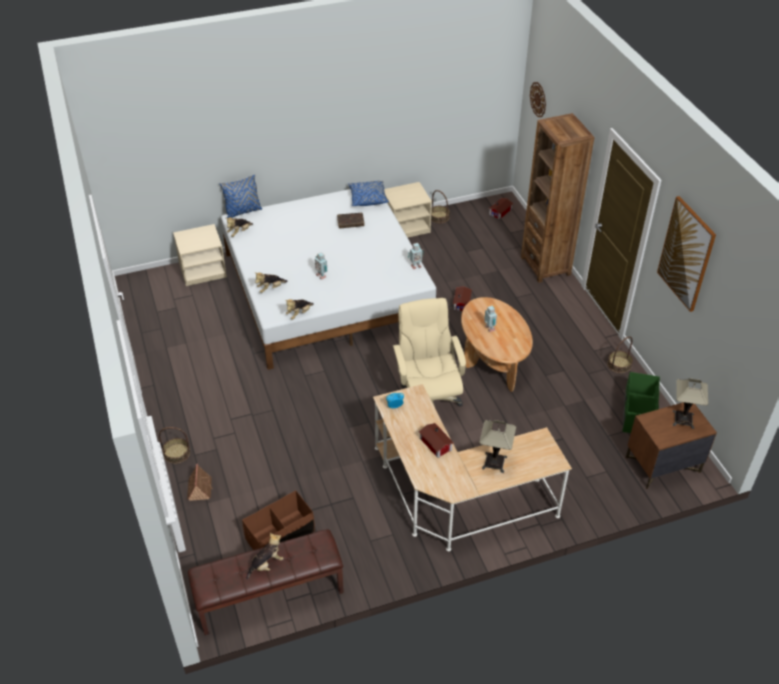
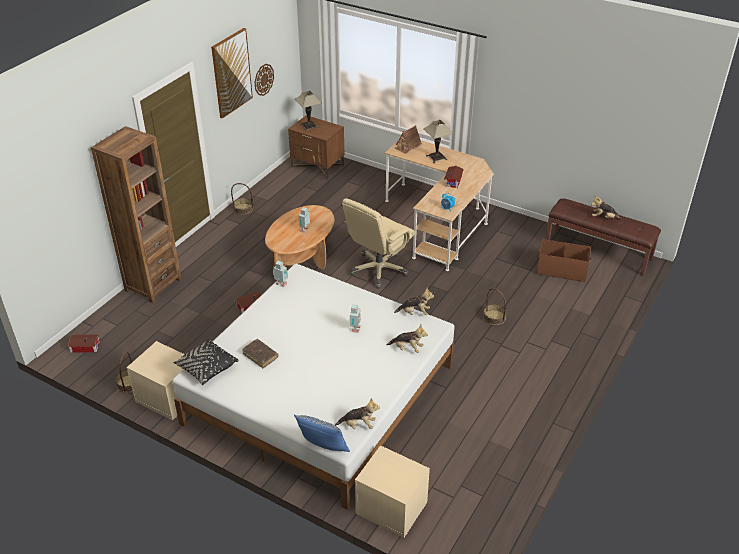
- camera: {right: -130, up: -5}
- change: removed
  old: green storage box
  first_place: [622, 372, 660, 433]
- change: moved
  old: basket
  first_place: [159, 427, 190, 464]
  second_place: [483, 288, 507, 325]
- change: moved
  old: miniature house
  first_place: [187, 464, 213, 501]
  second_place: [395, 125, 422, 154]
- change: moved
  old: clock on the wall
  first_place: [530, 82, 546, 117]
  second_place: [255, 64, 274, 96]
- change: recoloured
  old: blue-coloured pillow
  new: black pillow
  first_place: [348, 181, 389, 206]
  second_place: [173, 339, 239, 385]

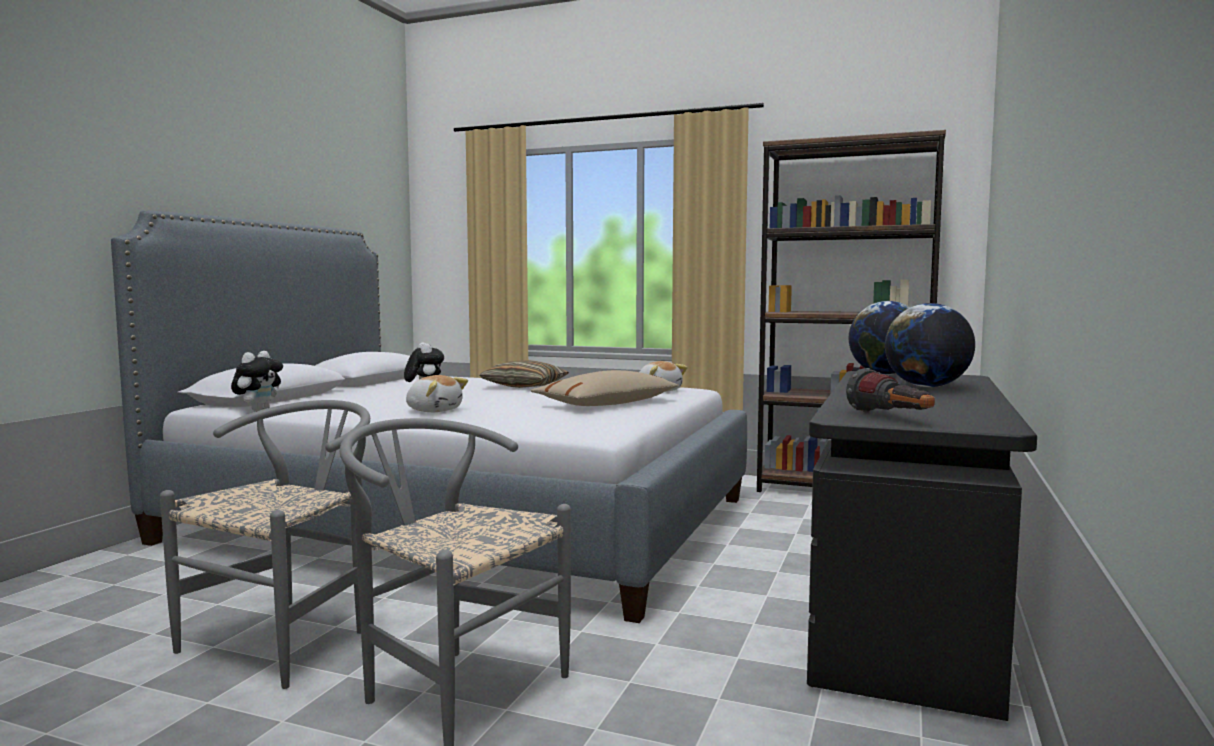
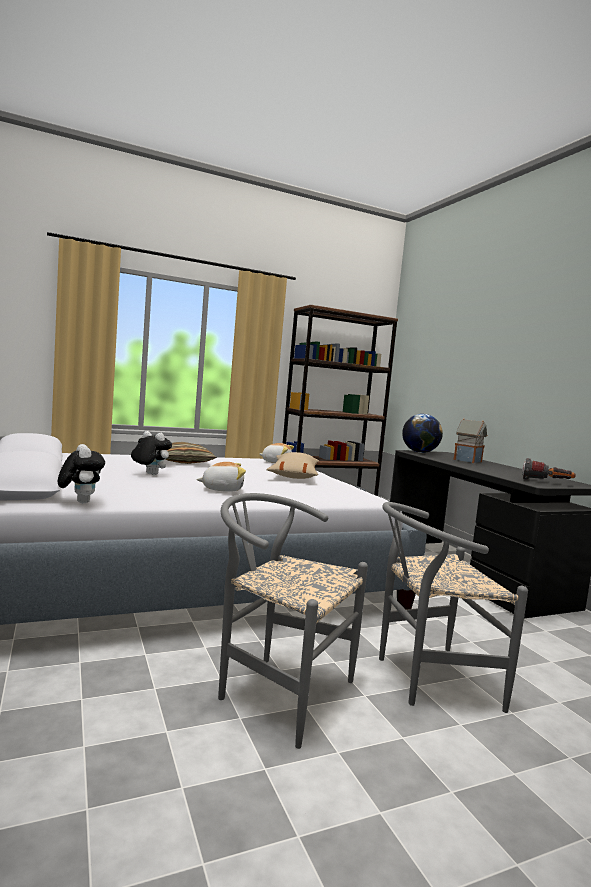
- camera: {right: -45, up: 0}
- change: replaced
  old: globe
  new: miniature house
  first_place: [885, 303, 975, 387]
  second_place: [454, 419, 487, 463]
- change: turned
  old: grey upright chair
  first_place: [160, 400, 370, 689]
  second_place: [218, 493, 368, 749]
  degrees: -45

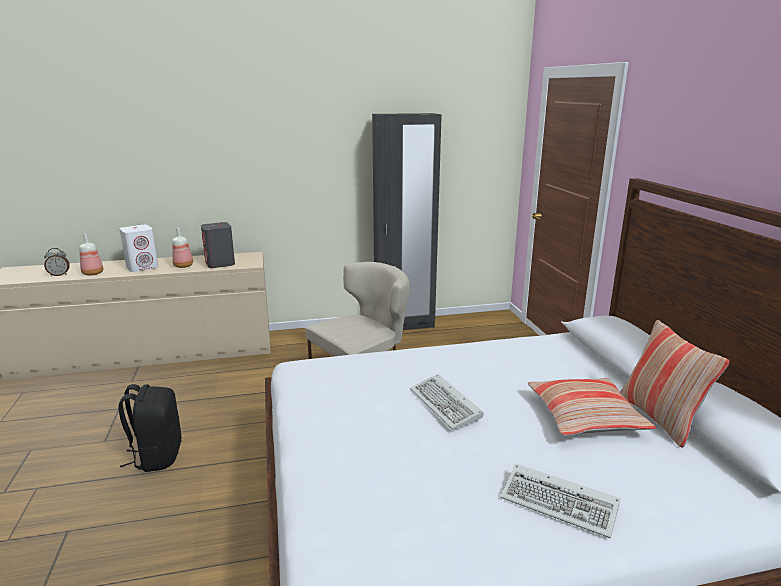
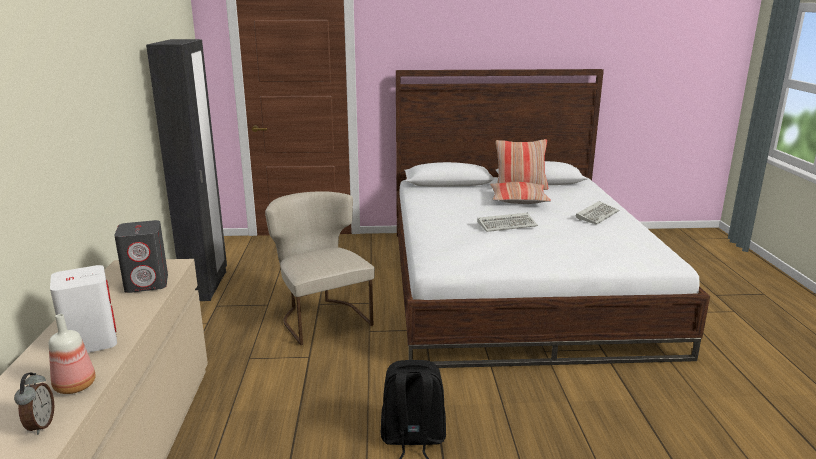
- camera: {right: -80, up: 0}
- change: removed
  old: beverage bottle
  first_place: [172, 227, 193, 268]

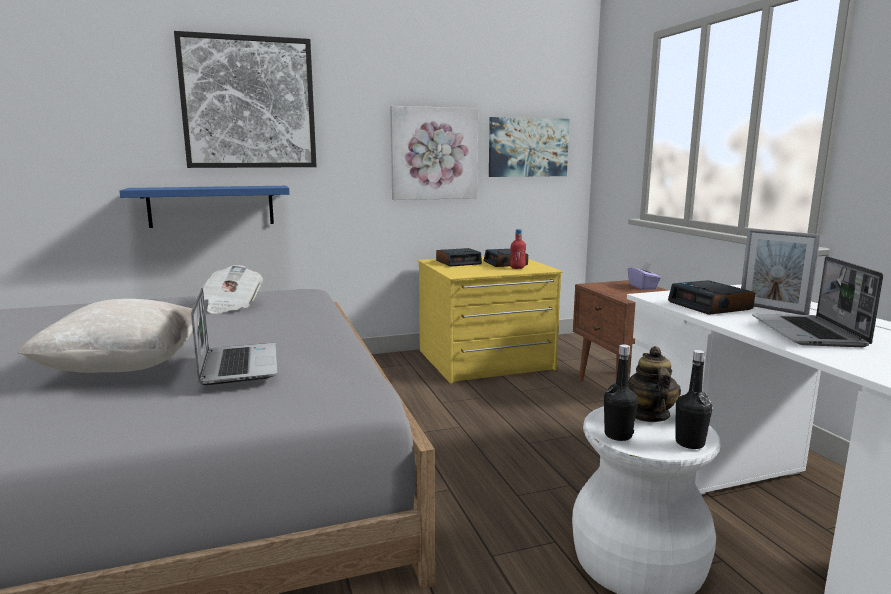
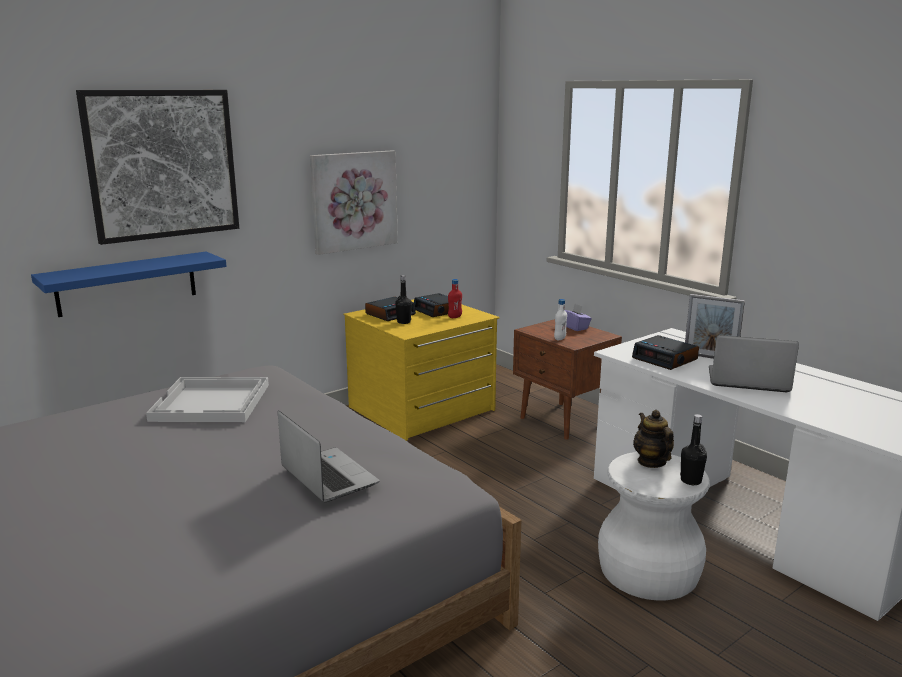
- camera: {right: -20, up: 5}
- change: removed
  old: sand-coloured pillow
  first_place: [17, 299, 193, 373]
- change: removed
  old: wall art
  first_place: [489, 117, 570, 177]
- change: added
  new: white beverage bottle
  second_place: [554, 299, 567, 340]
- change: moved
  old: black beverage bottle
  first_place: [604, 344, 638, 441]
  second_place: [395, 275, 412, 324]
- change: replaced
  old: printed paper
  new: white carrying tray
  first_place: [201, 265, 263, 314]
  second_place: [146, 377, 269, 422]
- change: turned
  old: portable computer
  first_place: [752, 256, 883, 347]
  second_place: [709, 335, 799, 392]
  degrees: 120

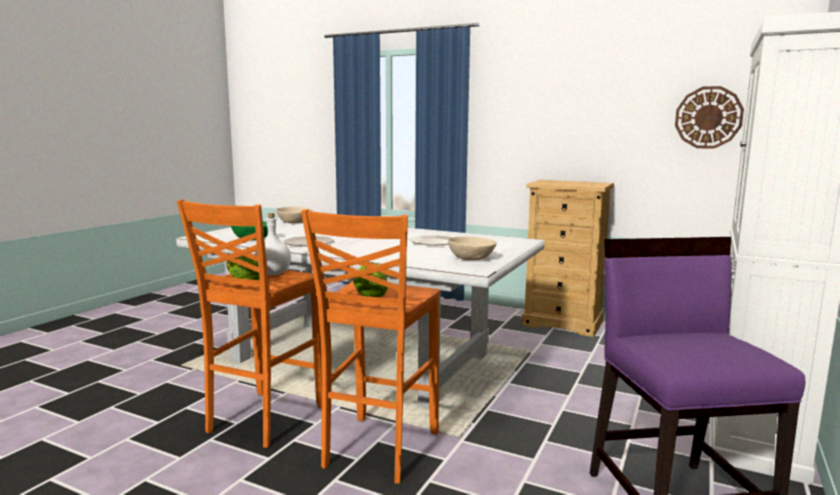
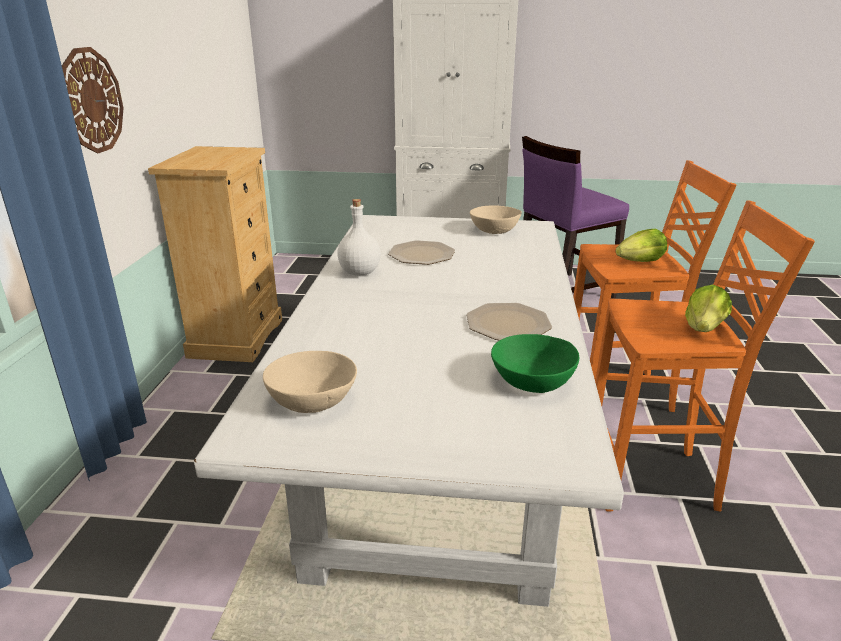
- camera: {right: -110, up: 15}
- change: moved
  old: white beverage bottle
  first_place: [255, 213, 291, 275]
  second_place: [337, 199, 381, 275]
- change: moved
  old: clock on the wall
  first_place: [675, 86, 744, 149]
  second_place: [62, 47, 123, 153]

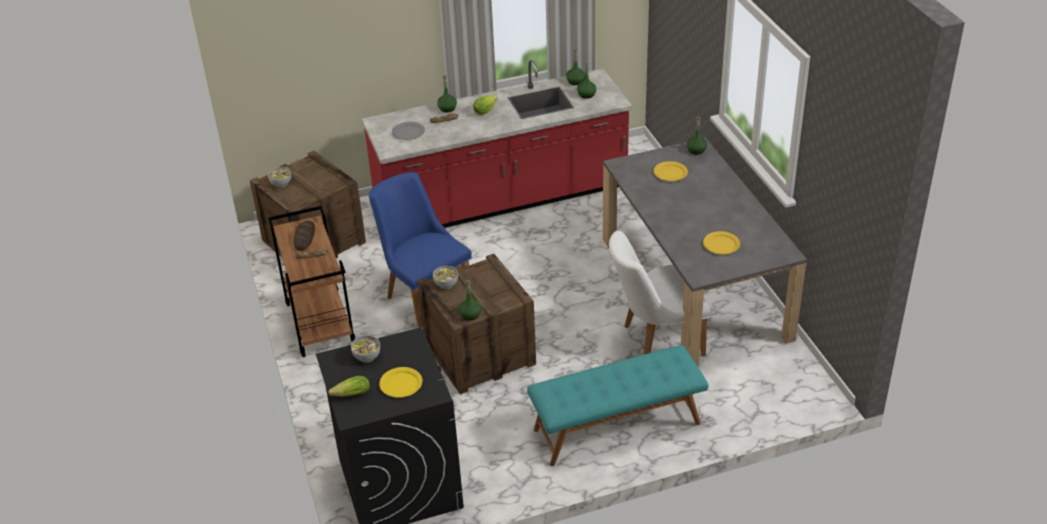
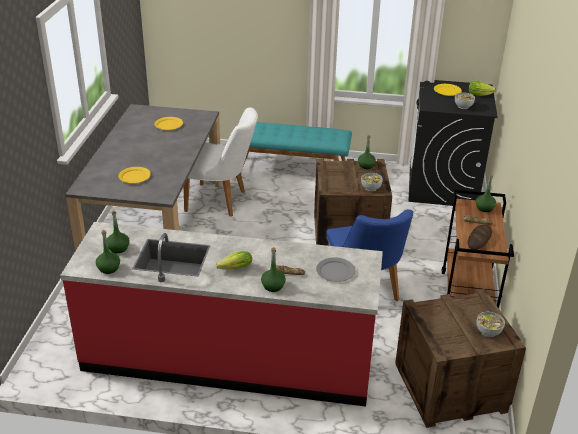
- camera: {right: -155, up: -5}
- change: moved
  old: green beverage bottle
  first_place: [686, 117, 707, 155]
  second_place: [476, 175, 496, 212]

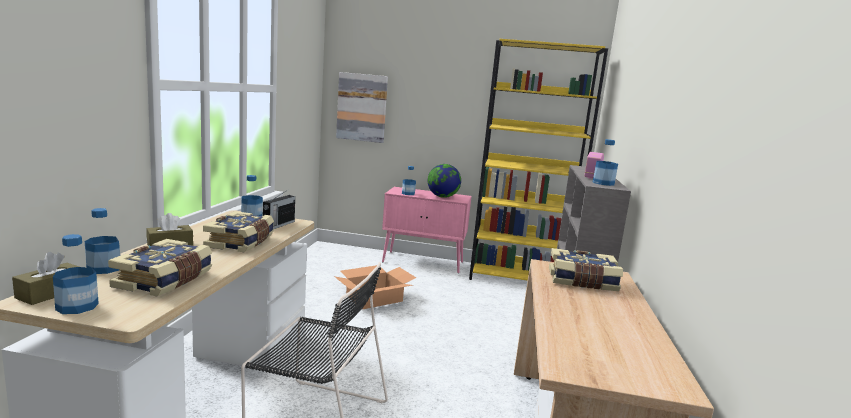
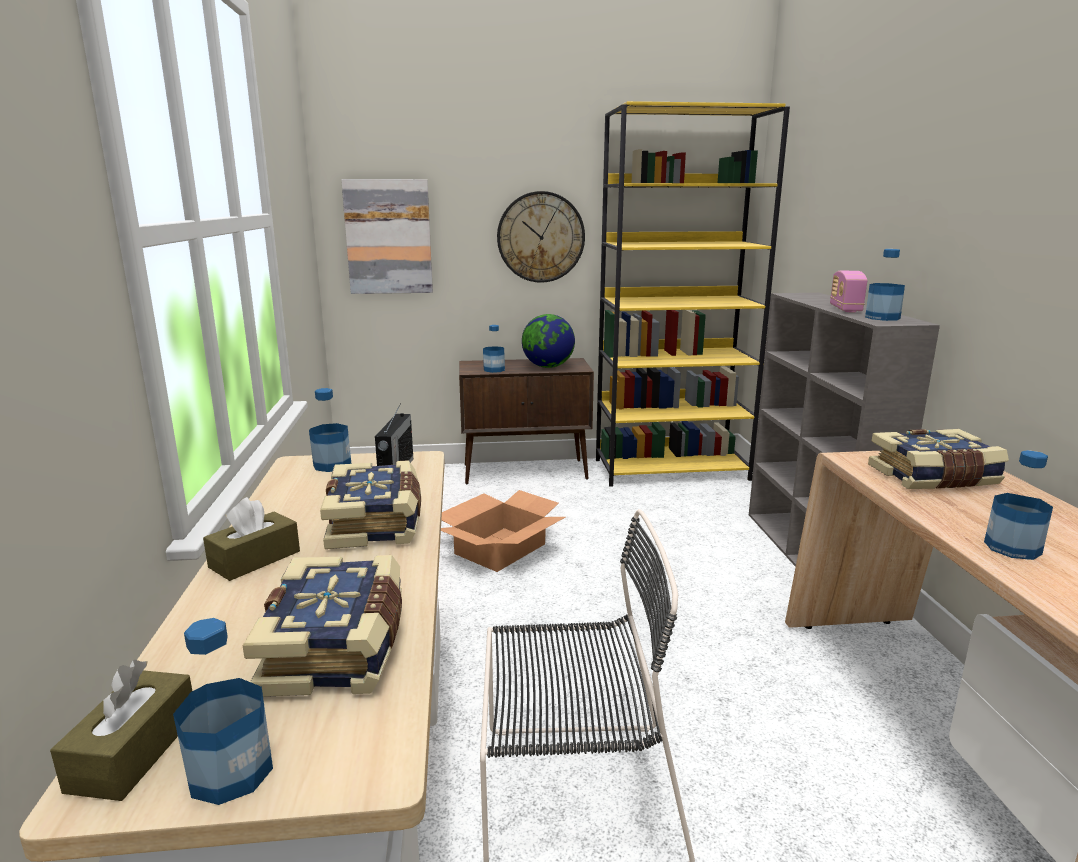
- camera: {right: -15, up: 5}
- change: added
  new: clock on the wall
  second_place: [497, 191, 585, 283]
- change: moved
  old: beverage bottle
  first_place: [85, 208, 121, 274]
  second_place: [984, 450, 1053, 560]
- change: recoloured
  old: pink cupboard
  new: brown cupboard
  first_place: [382, 187, 471, 273]
  second_place: [459, 358, 594, 485]

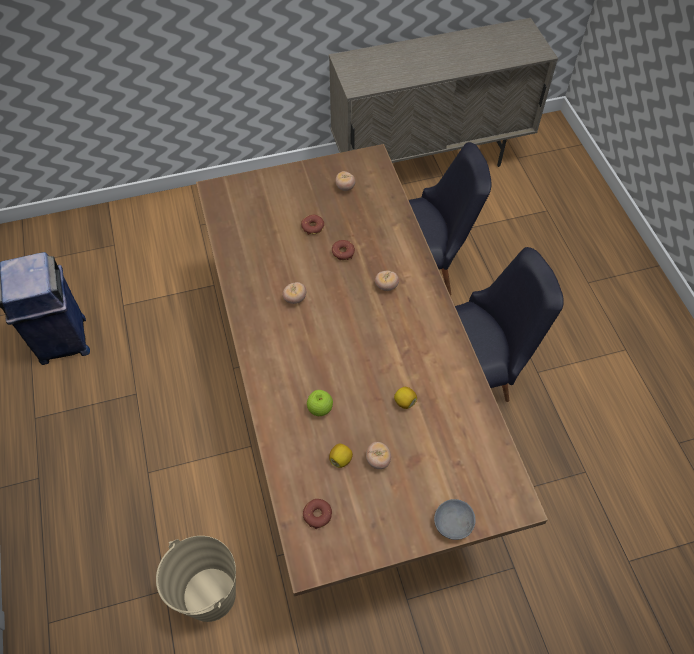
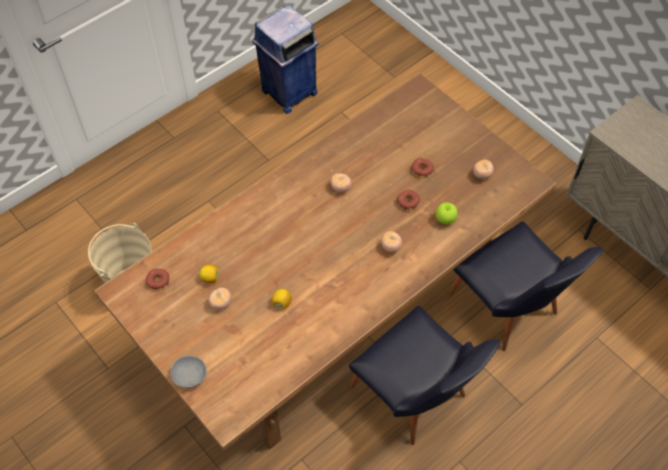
- camera: {right: 65, up: 0}
- change: moved
  old: apple fruit
  first_place: [307, 390, 333, 416]
  second_place: [436, 202, 458, 225]

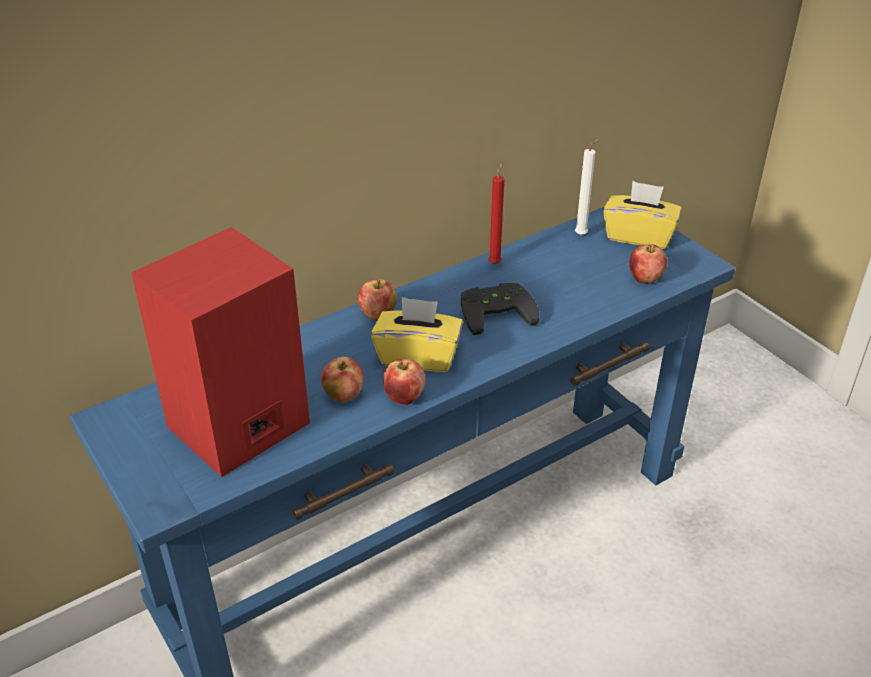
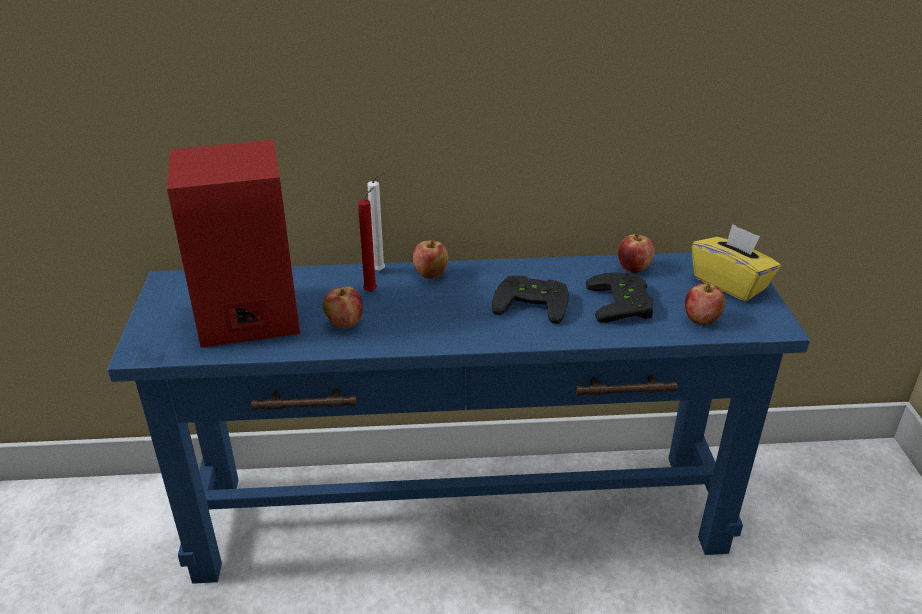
- camera: {right: 30, up: -5}
- change: removed
  old: yellow tissue holder
  first_place: [371, 297, 463, 372]
- change: added
  new: black gamepad
  second_place: [586, 273, 653, 323]
- change: moved
  old: apple fruit
  first_place: [383, 359, 425, 405]
  second_place: [618, 234, 655, 273]
- change: moved
  old: red wax candle
  first_place: [488, 163, 504, 264]
  second_place: [358, 187, 377, 292]
- change: moved
  old: white wax candle
  first_place: [575, 138, 600, 235]
  second_place: [367, 172, 385, 271]

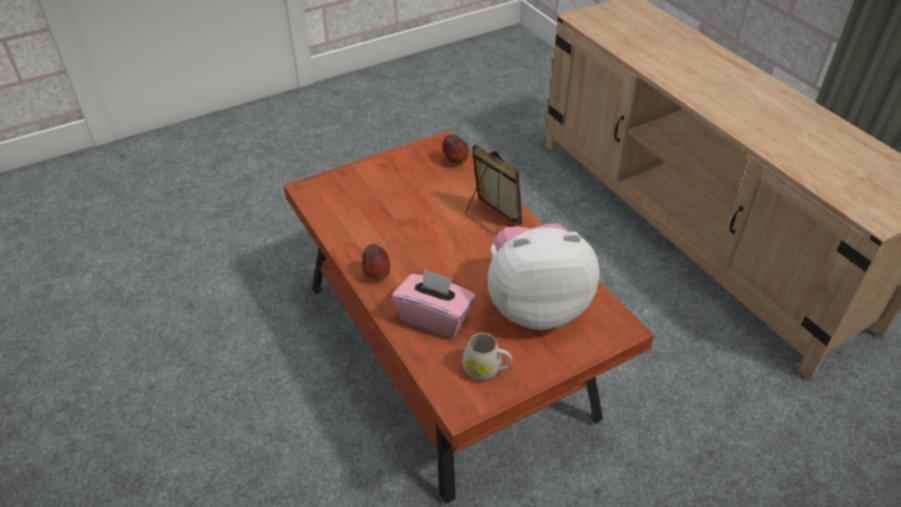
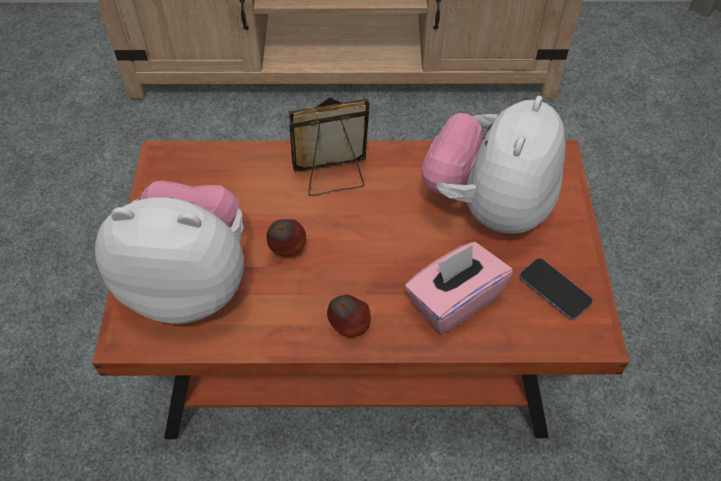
- camera: {right: -60, up: 10}
- change: added
  new: soft toy
  second_place: [95, 181, 244, 324]
- change: moved
  old: apple fruit
  first_place: [442, 135, 469, 165]
  second_place: [267, 219, 306, 257]
- change: replaced
  old: white tea mug
  new: handset
  first_place: [462, 333, 512, 380]
  second_place: [519, 258, 593, 320]

